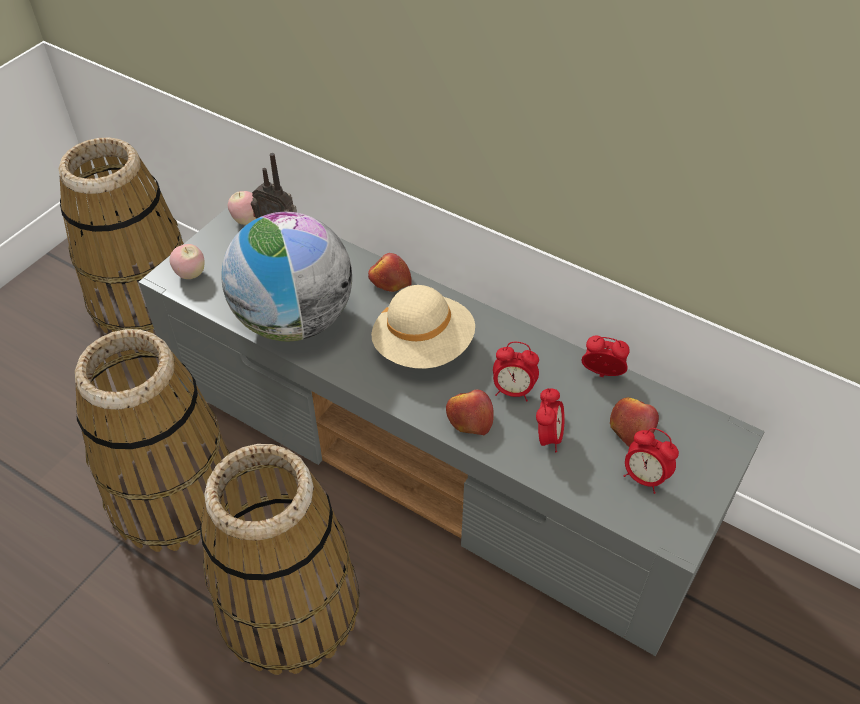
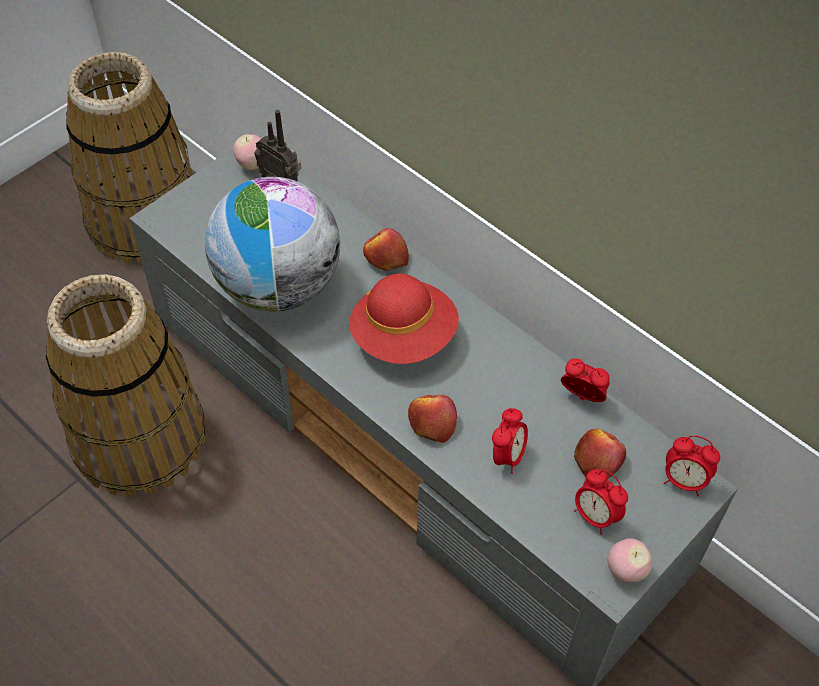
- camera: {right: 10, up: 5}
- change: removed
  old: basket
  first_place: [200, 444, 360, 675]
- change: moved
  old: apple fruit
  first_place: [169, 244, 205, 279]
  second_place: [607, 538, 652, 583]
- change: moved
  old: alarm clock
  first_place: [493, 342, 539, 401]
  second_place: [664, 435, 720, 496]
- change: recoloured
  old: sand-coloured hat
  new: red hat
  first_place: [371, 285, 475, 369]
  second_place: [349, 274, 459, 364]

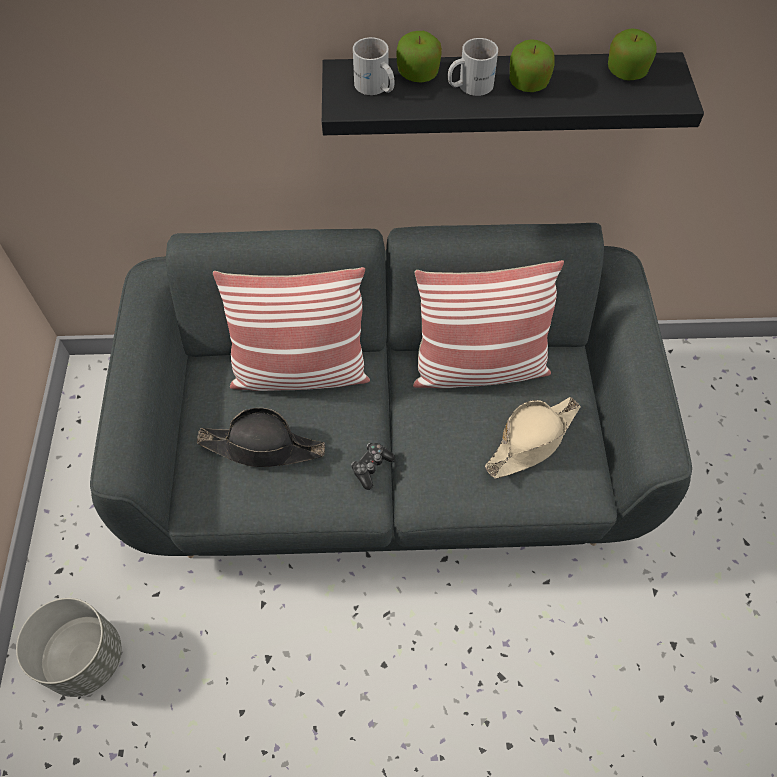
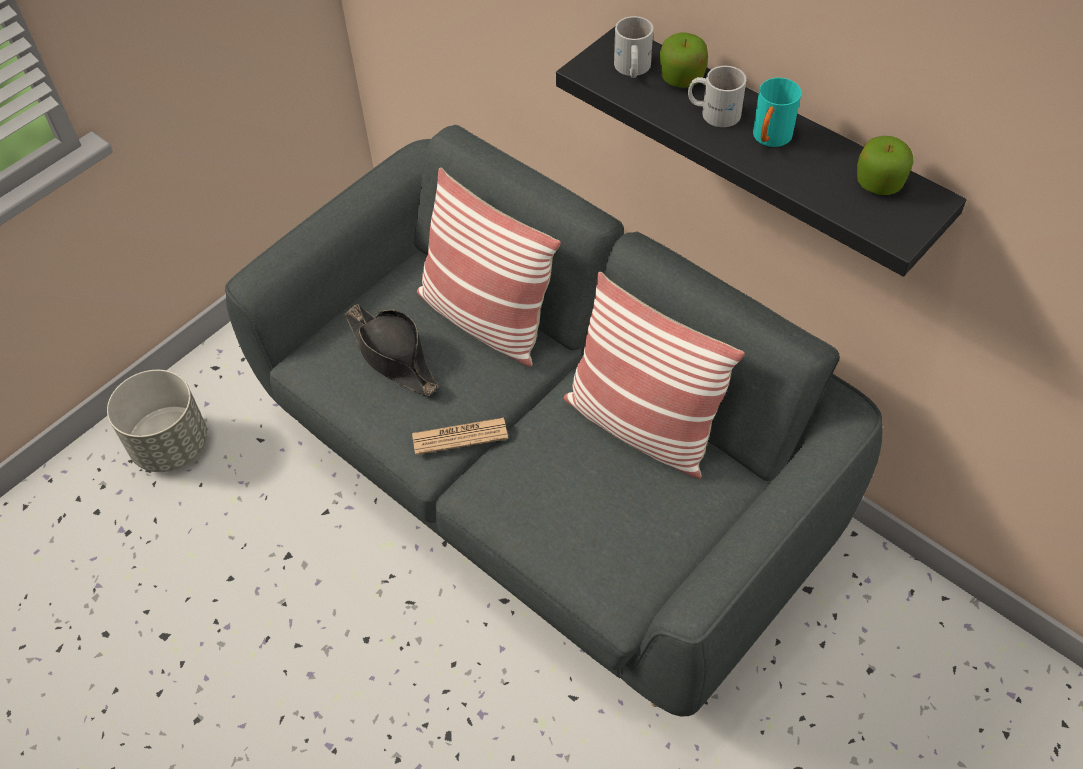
- camera: {right: 45, up: -5}
- change: removed
  old: sand-coloured hat
  first_place: [485, 397, 581, 479]
- change: replaced
  old: gamepad
  new: printed paper
  first_place: [351, 443, 395, 490]
  second_place: [412, 417, 508, 455]
- change: replaced
  old: apple fruit
  new: turquoise tea mug
  first_place: [510, 39, 555, 92]
  second_place: [753, 78, 802, 147]

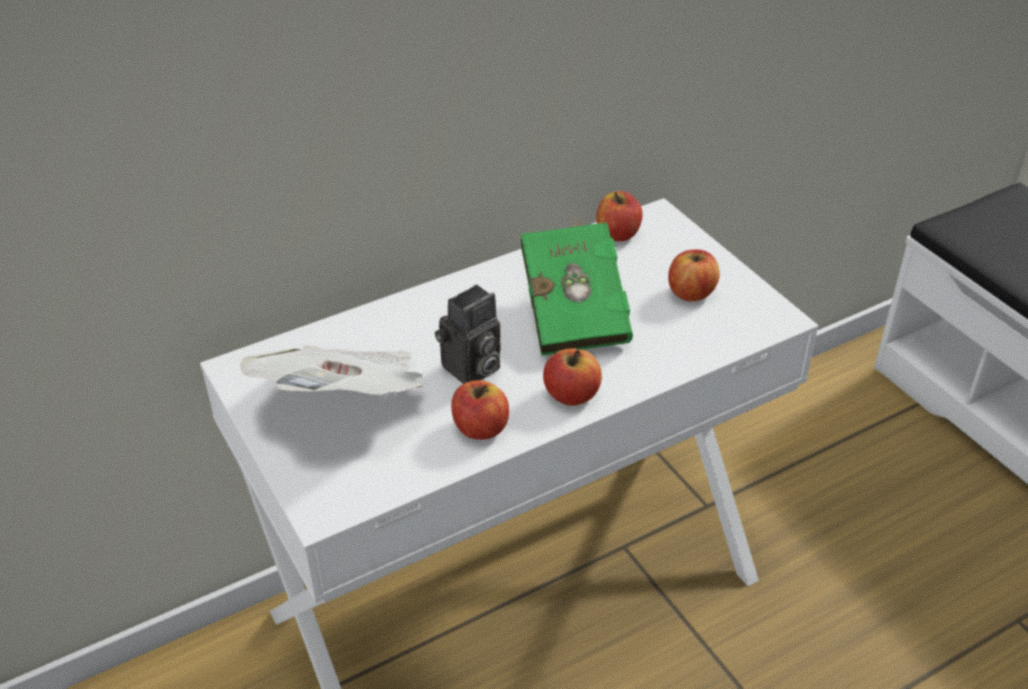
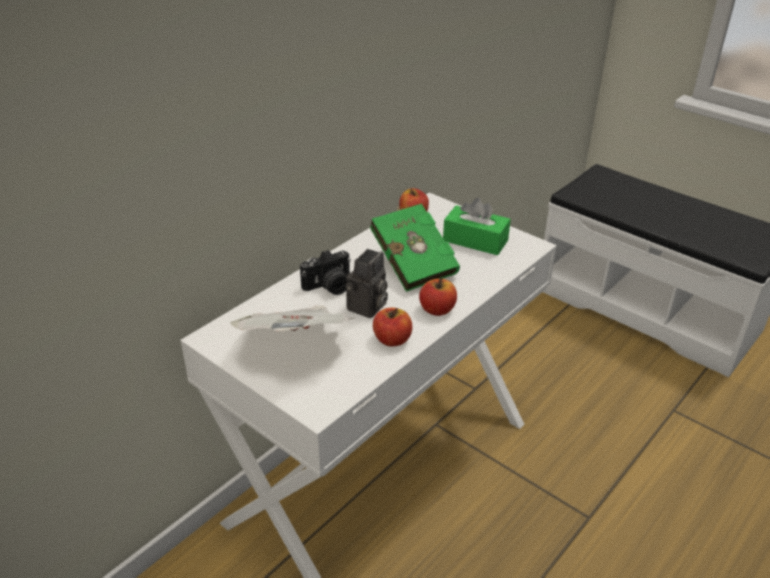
- camera: {right: -20, up: -5}
- change: added
  new: still camera
  second_place: [300, 250, 351, 295]
- change: replaced
  old: apple fruit
  new: green tissue holder
  first_place: [668, 249, 720, 302]
  second_place: [443, 198, 511, 255]

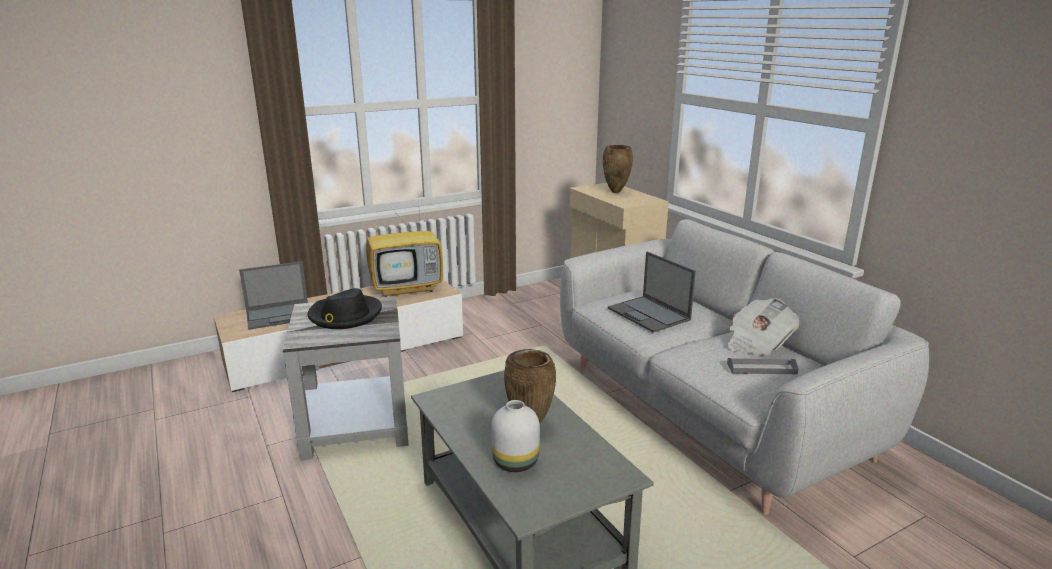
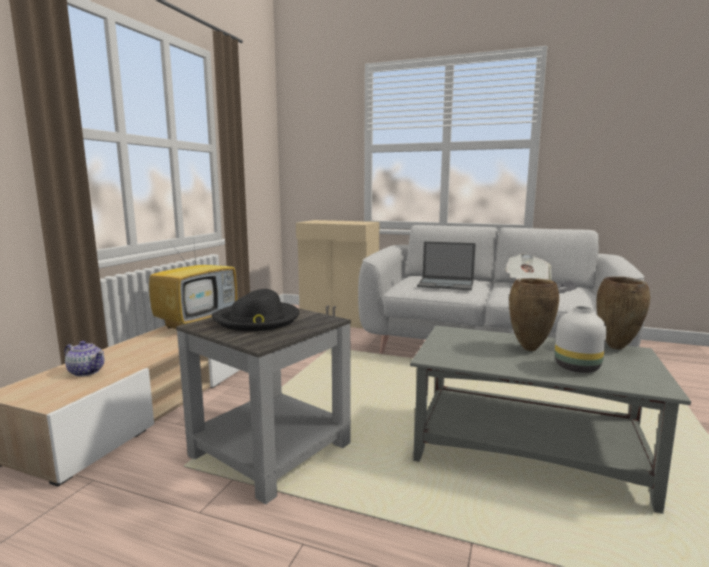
- camera: {right: -40, up: -10}
- change: moved
  old: brown decorative vase
  first_place: [603, 145, 633, 193]
  second_place: [596, 277, 650, 350]
- change: replaced
  old: portable computer
  new: teapot
  first_place: [239, 261, 308, 330]
  second_place: [65, 341, 104, 377]

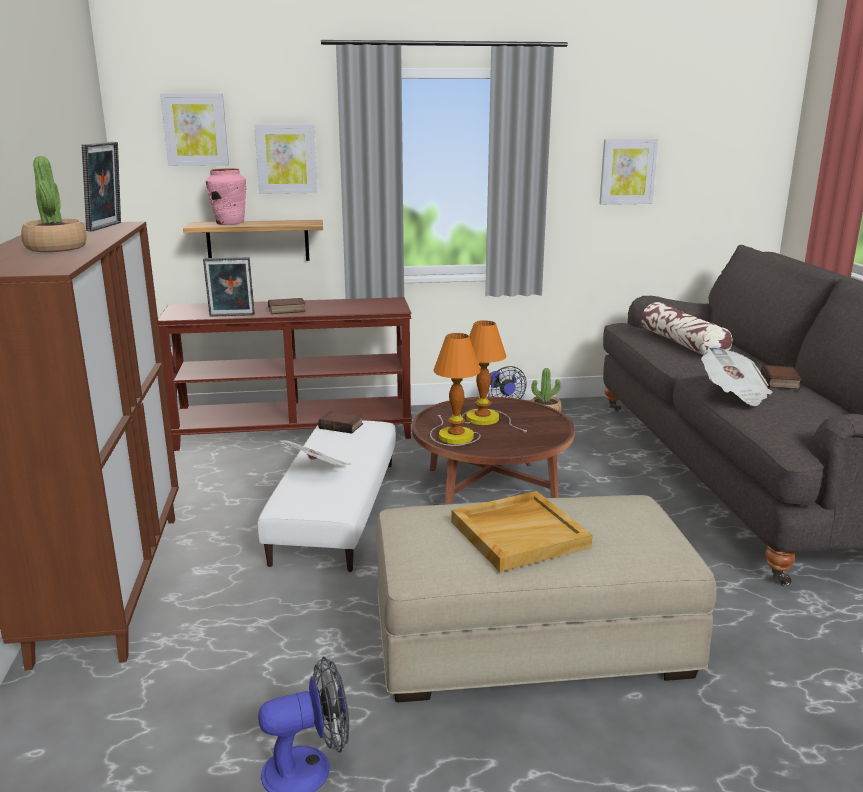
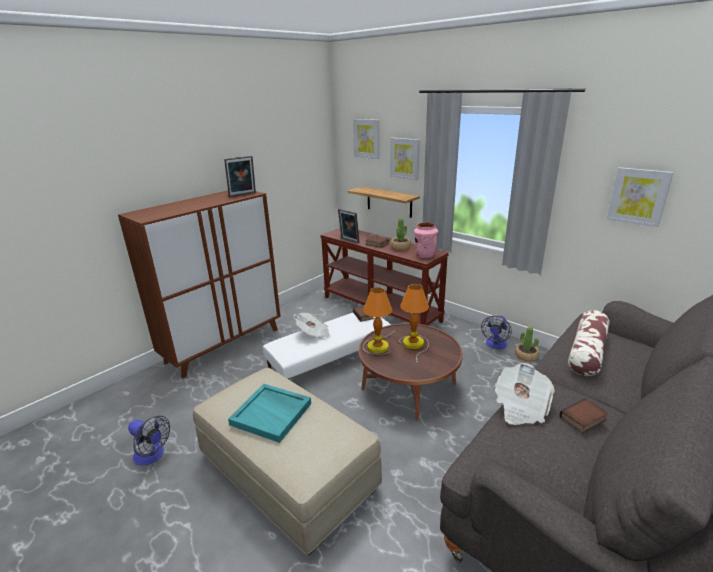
- camera: {right: 50, up: 5}
- change: moved
  old: plant in a pot
  first_place: [21, 156, 87, 252]
  second_place: [390, 218, 411, 251]
- change: moved
  old: pink decorative vase
  first_place: [206, 168, 246, 225]
  second_place: [414, 222, 438, 258]
- change: recoloured
  old: sand-coloured carrying tray
  new: turquoise carrying tray
  first_place: [451, 491, 593, 572]
  second_place: [228, 384, 311, 443]

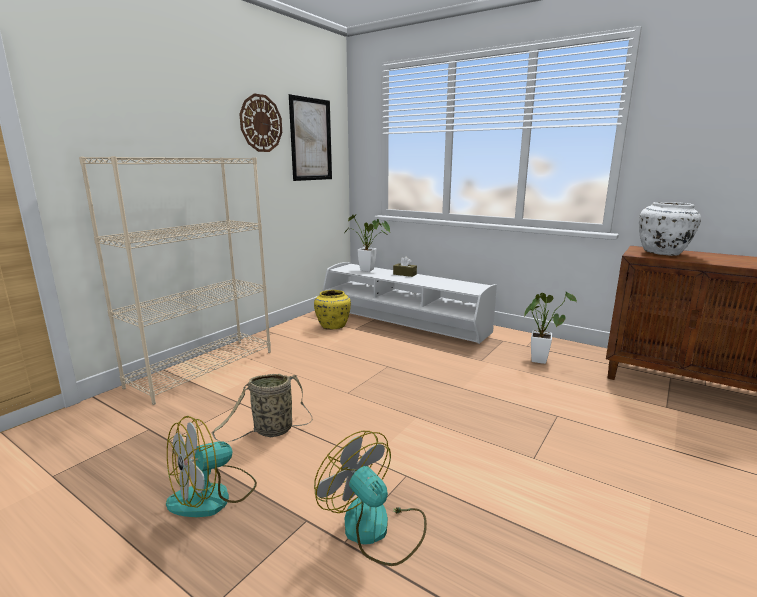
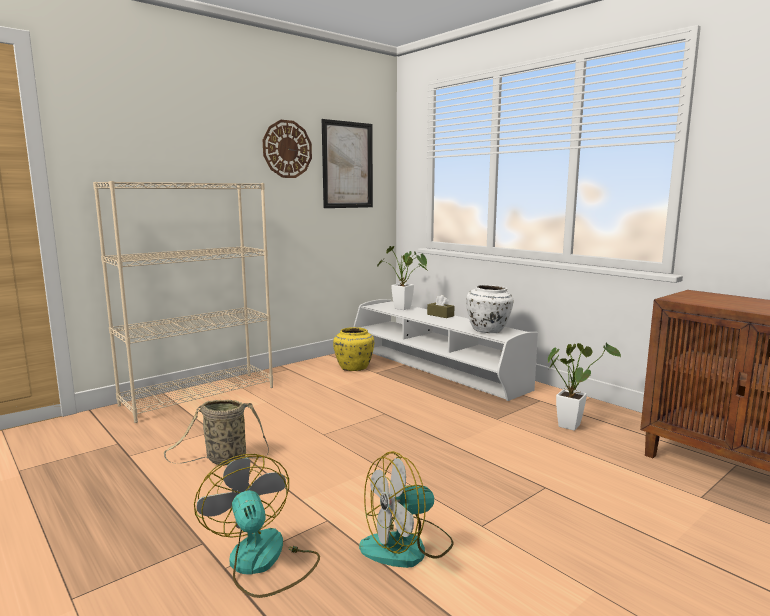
- camera: {right: 15, up: -5}
- change: moved
  old: electric fan
  first_place: [166, 416, 257, 517]
  second_place: [359, 451, 453, 568]
- change: moved
  old: white decorative vase
  first_place: [639, 202, 701, 256]
  second_place: [466, 285, 513, 333]

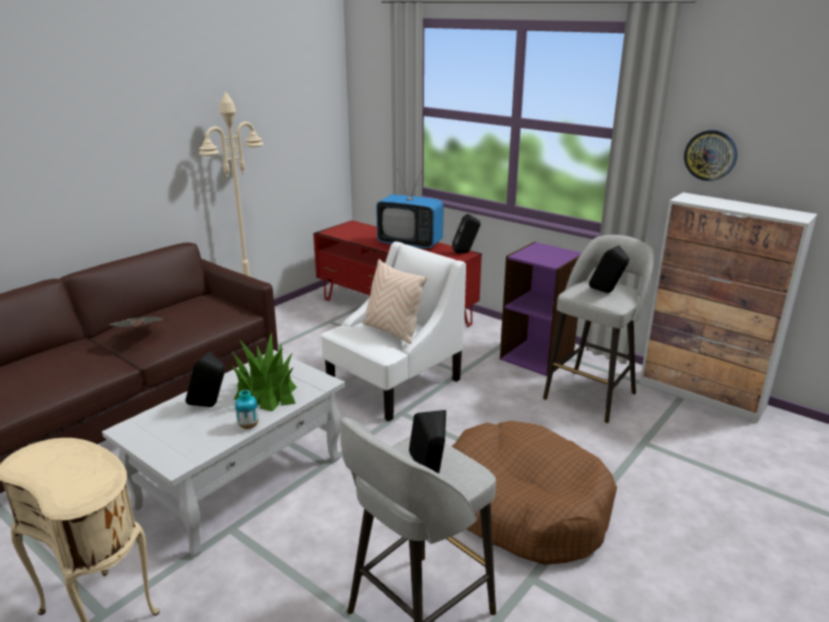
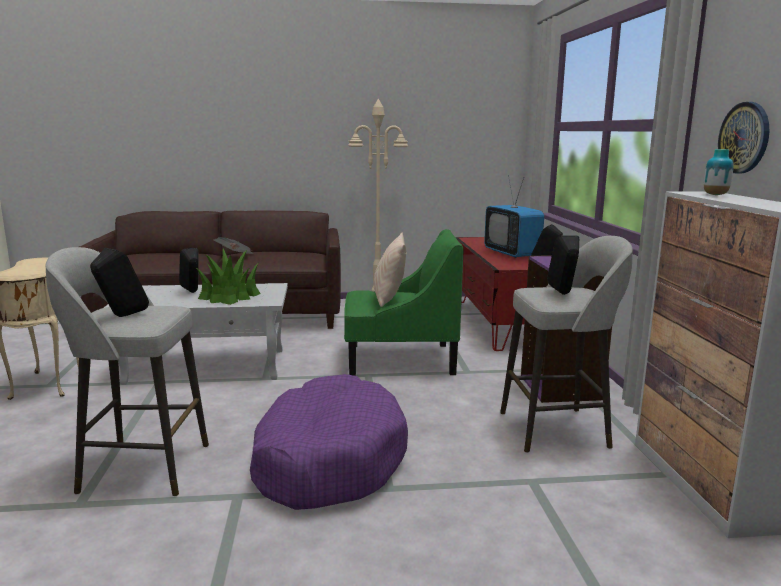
- camera: {right: 45, up: -10}
- change: moved
  old: decorative vase
  first_place: [235, 390, 259, 429]
  second_place: [704, 149, 733, 195]
- change: recoloured
  old: white easy chair
  new: green easy chair
  first_place: [321, 241, 466, 421]
  second_place: [344, 229, 464, 376]
- change: recoloured
  old: brown dog cushion
  new: purple-coloured dog cushion
  first_place: [451, 421, 617, 565]
  second_place: [250, 374, 408, 510]

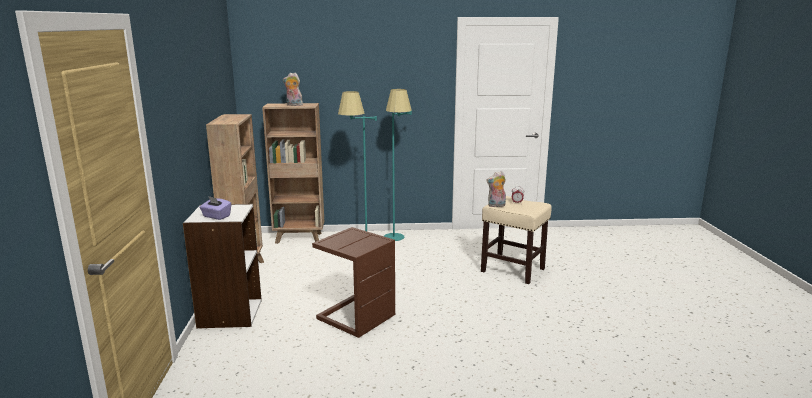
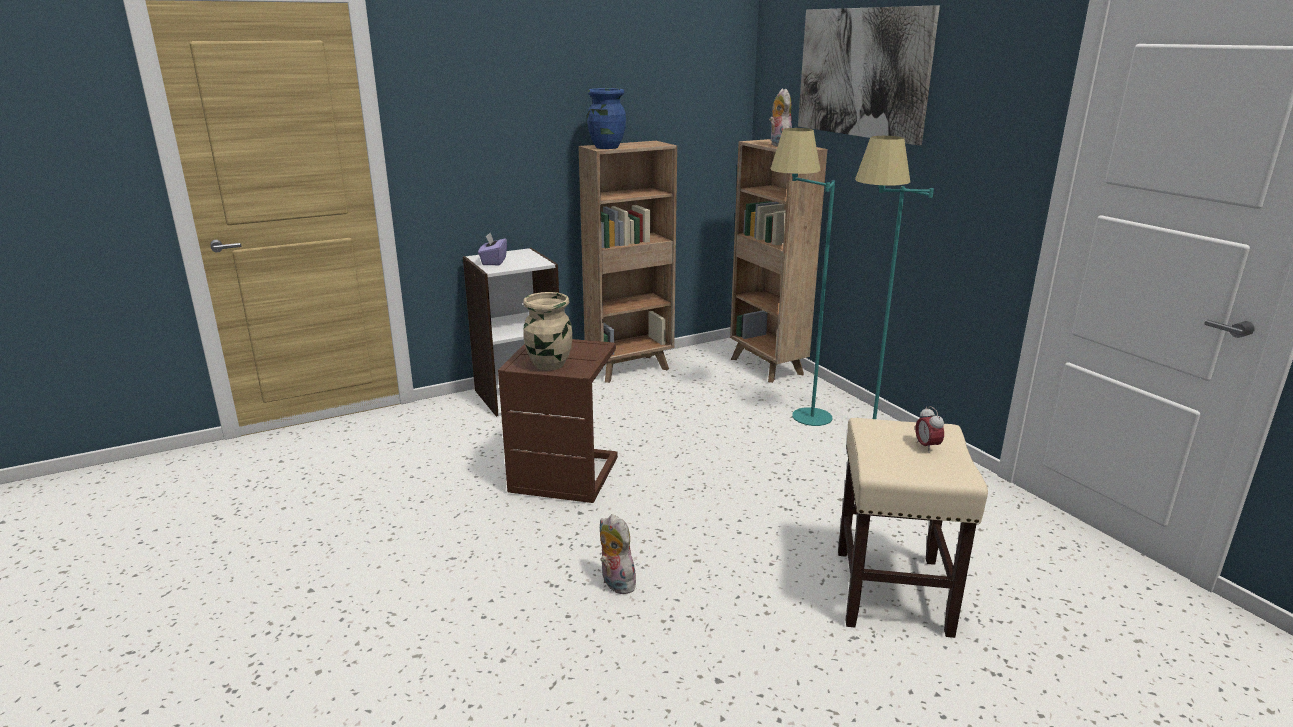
- camera: {right: 65, up: 5}
- change: added
  new: sand-coloured decorative vase
  second_place: [523, 292, 573, 371]
- change: added
  new: blue-coloured decorative vase
  second_place: [587, 88, 626, 149]
- change: added
  new: wall art
  second_place: [798, 5, 940, 146]
- change: moved
  old: soft toy
  first_place: [486, 171, 506, 207]
  second_place: [600, 514, 636, 594]

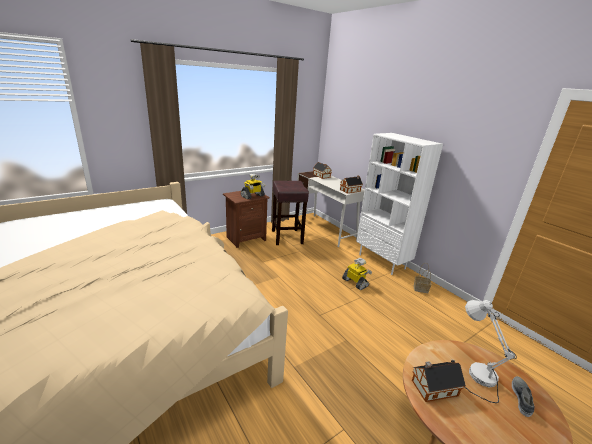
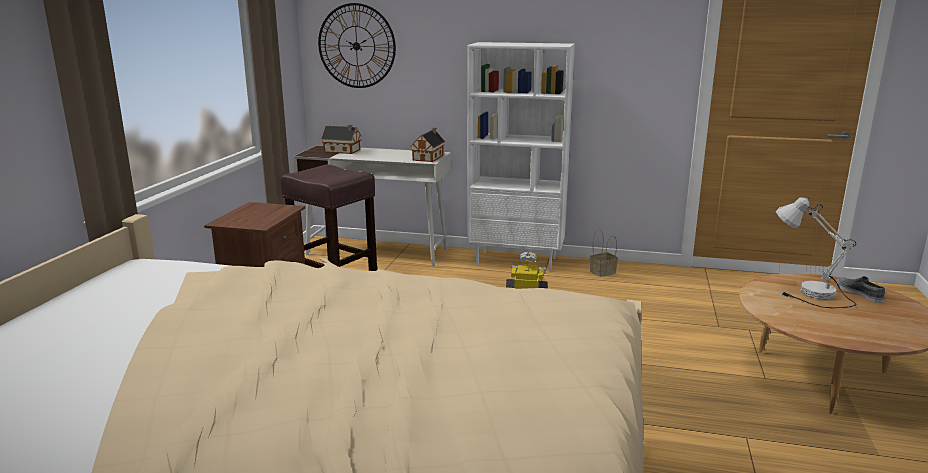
- camera: {right: -40, up: -5}
- change: removed
  old: robot figure
  first_place: [241, 173, 265, 199]
- change: removed
  old: miniature house
  first_place: [412, 361, 466, 402]
- change: added
  new: clock on the wall
  second_place: [318, 3, 396, 88]

